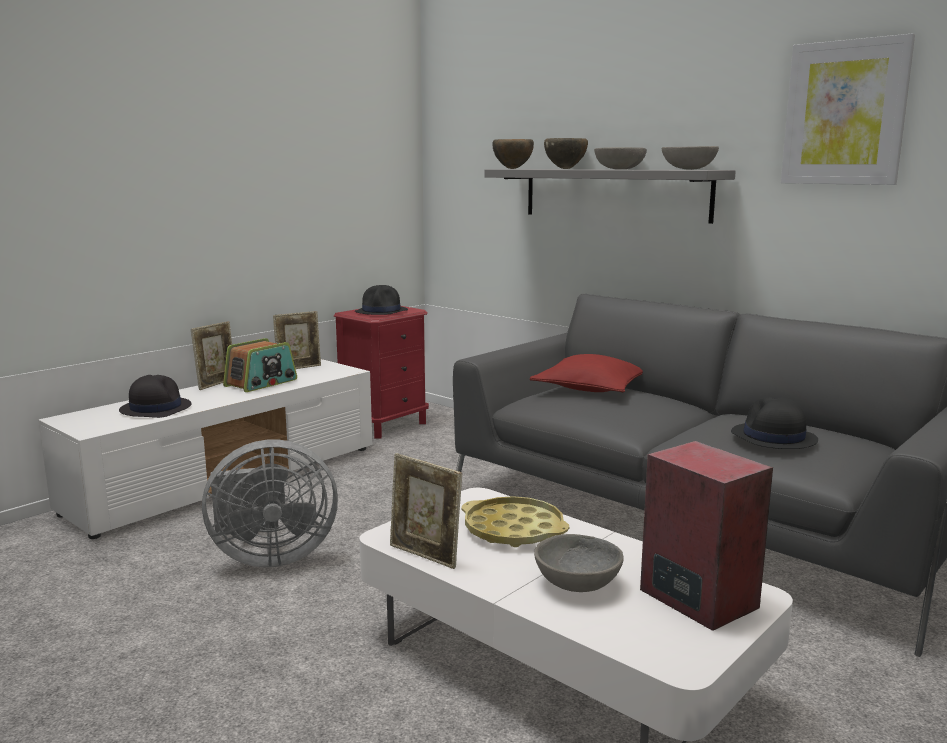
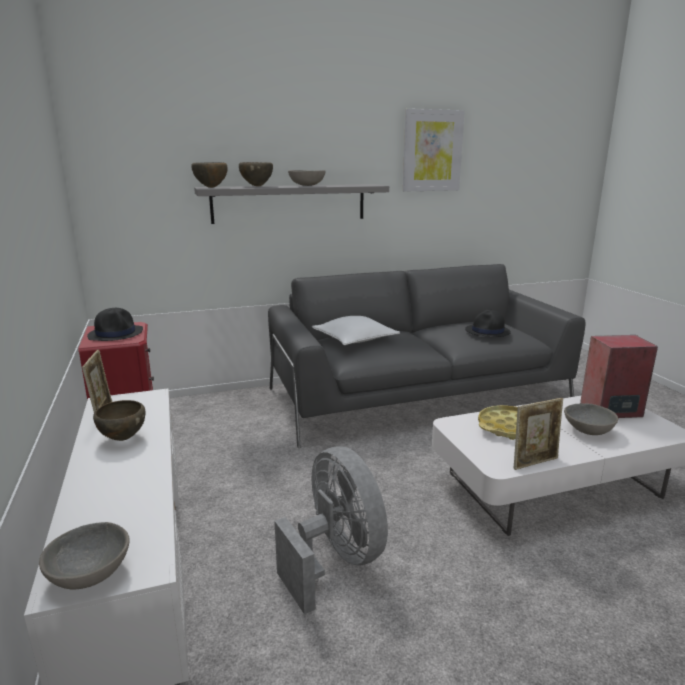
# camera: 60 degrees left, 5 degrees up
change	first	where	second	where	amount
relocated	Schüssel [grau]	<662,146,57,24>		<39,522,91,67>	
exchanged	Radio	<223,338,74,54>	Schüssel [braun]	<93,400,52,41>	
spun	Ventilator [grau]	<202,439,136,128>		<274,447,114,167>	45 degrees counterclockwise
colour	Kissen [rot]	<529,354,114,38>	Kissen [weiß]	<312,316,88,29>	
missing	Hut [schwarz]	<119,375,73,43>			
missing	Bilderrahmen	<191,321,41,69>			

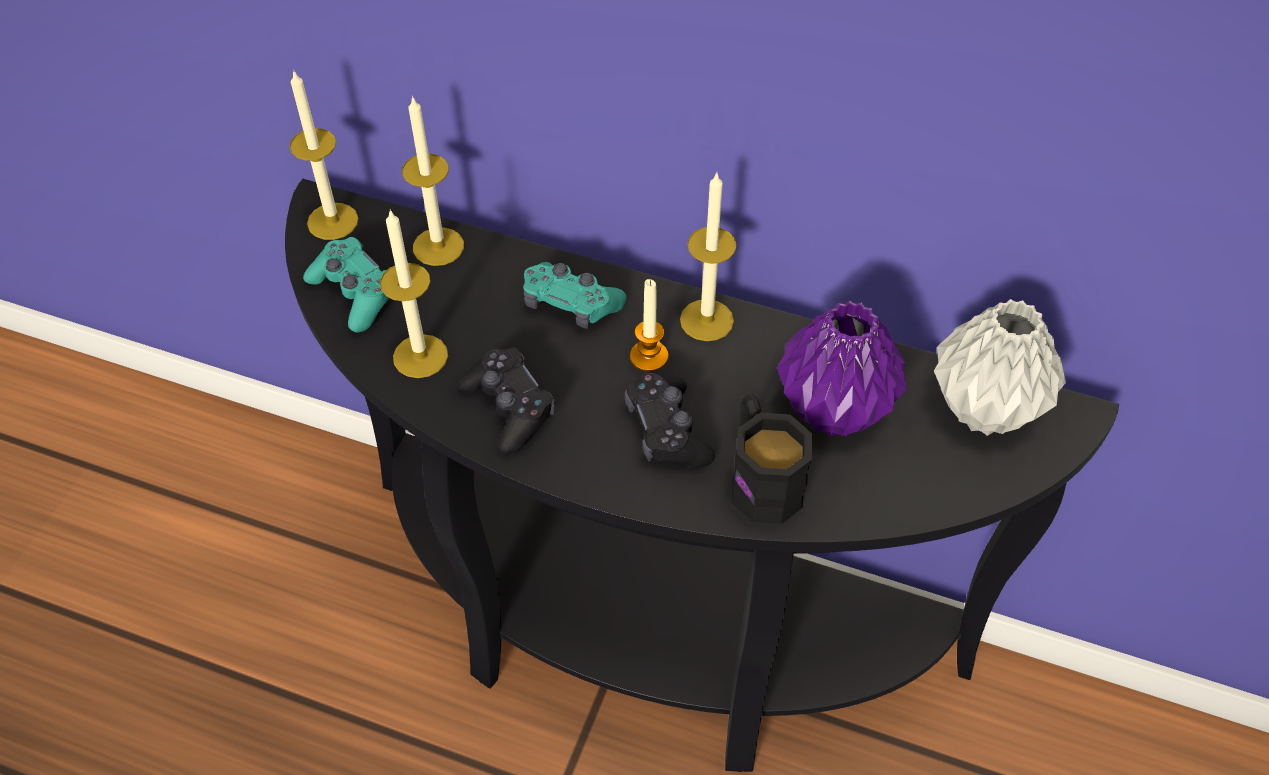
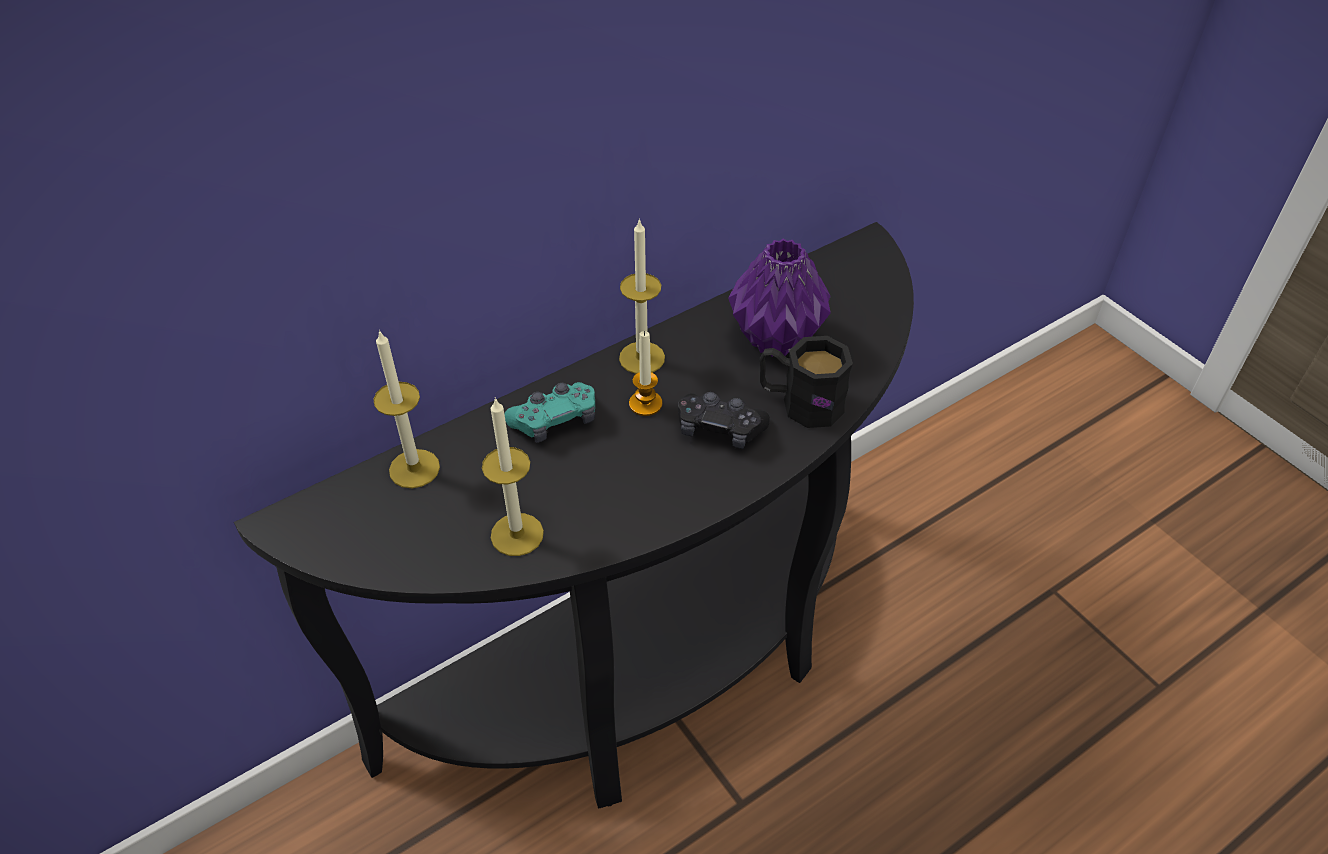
# camera: 55 degrees left, 5 degrees down
change	first	where	second	where	amount
missing	Kerze	<289,70,70,170>			
missing	Gamepad [türkis]	<303,237,86,96>			
missing	Gamepad [schwarz]	<458,347,97,107>			
missing	Vase [grau]	<934,299,132,137>			

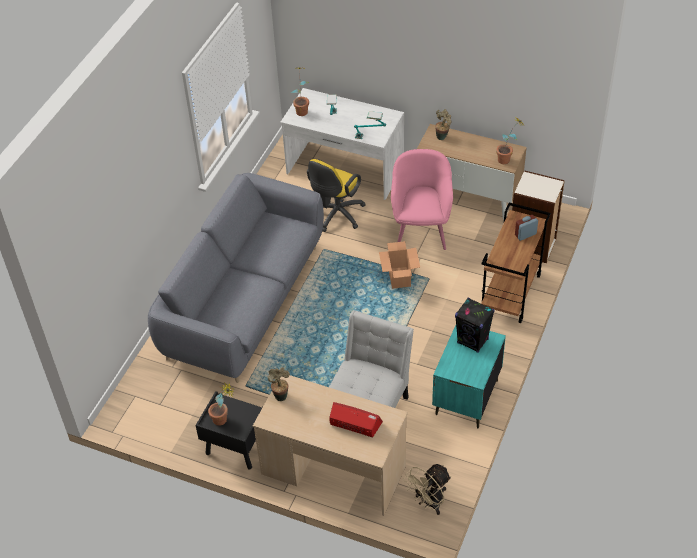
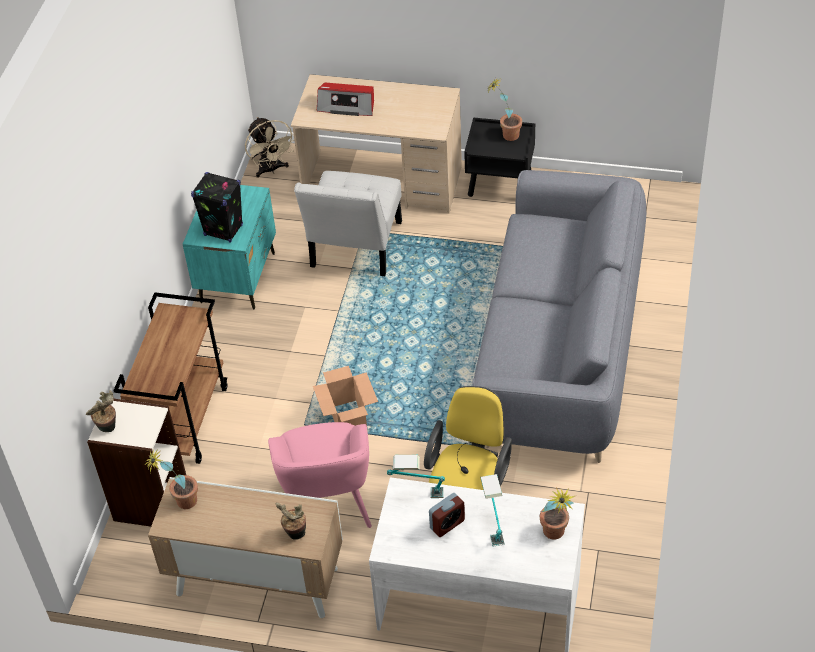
# camera: 170 degrees right, 0 degrees up
change	first	where	second	where	amount
relocated	Topfpflanze	<267,367,23,34>		<86,390,30,42>	
spun	Ventilator [beige]	<403,464,48,51>		<245,117,49,61>	120 degrees clockwise
relocated	Wecker	<515,215,23,26>		<429,493,36,44>	

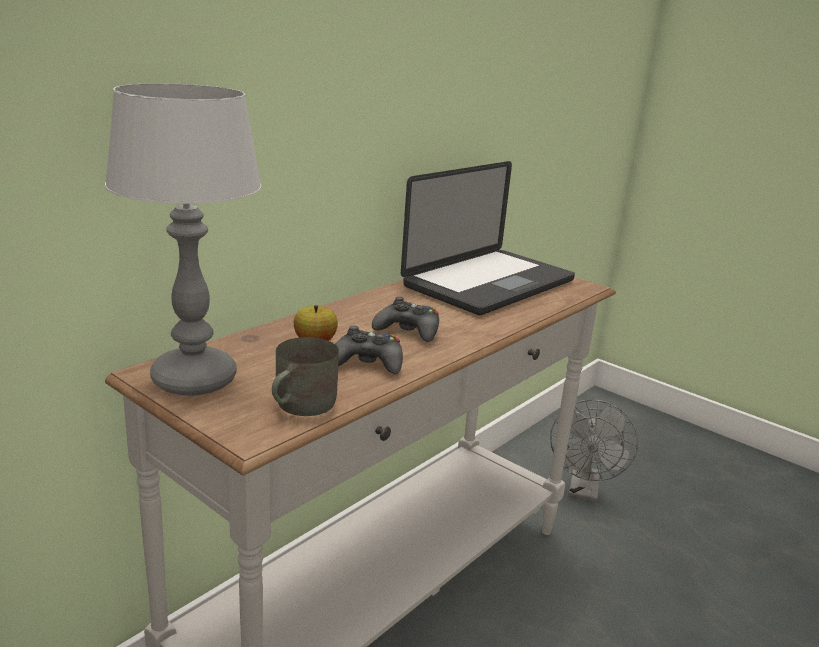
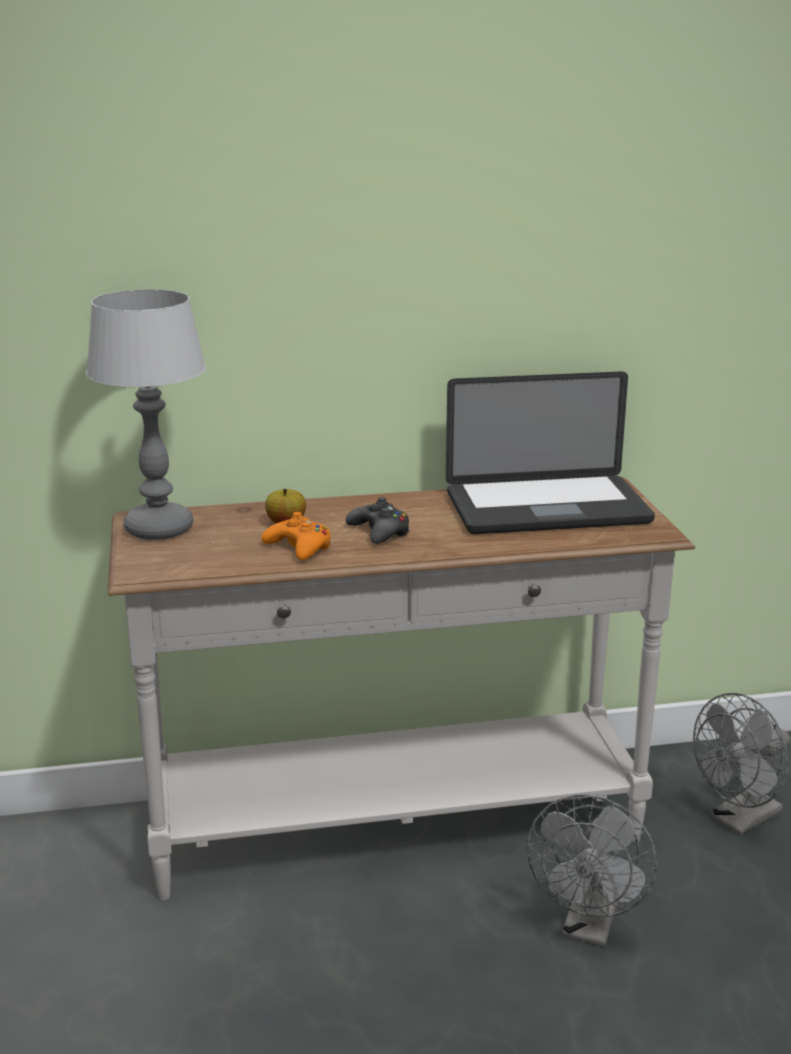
# camera: 40 degrees right, 0 degrees up
change	first	where	second	where	amount
colour	Gamepad [schwarz]	<335,326,68,48>	Gamepad [orange]	<262,512,69,48>	
appeared			Ventilator [grau]	<527,795,130,152>	
missing	Henkelbecher [grau]	<272,337,67,79>			

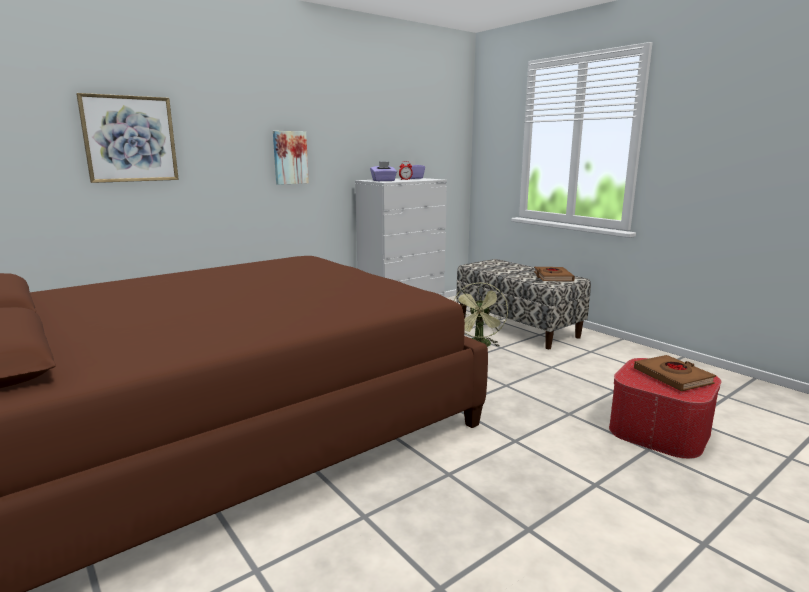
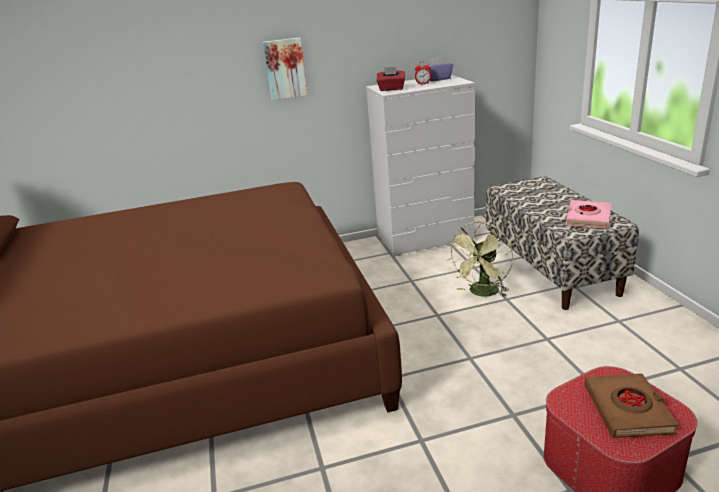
# camera: 25 degrees right, 10 degrees up
change	first	where	second	where	amount
colour	Taschentuchbox [lila]	<370,162,27,19>	Taschentuchbox [rot]	<377,67,28,24>	
colour	Buch [braun]	<534,267,41,14>	Buch [rosa]	<566,200,46,29>	
missing	Bild	<76,93,103,90>			

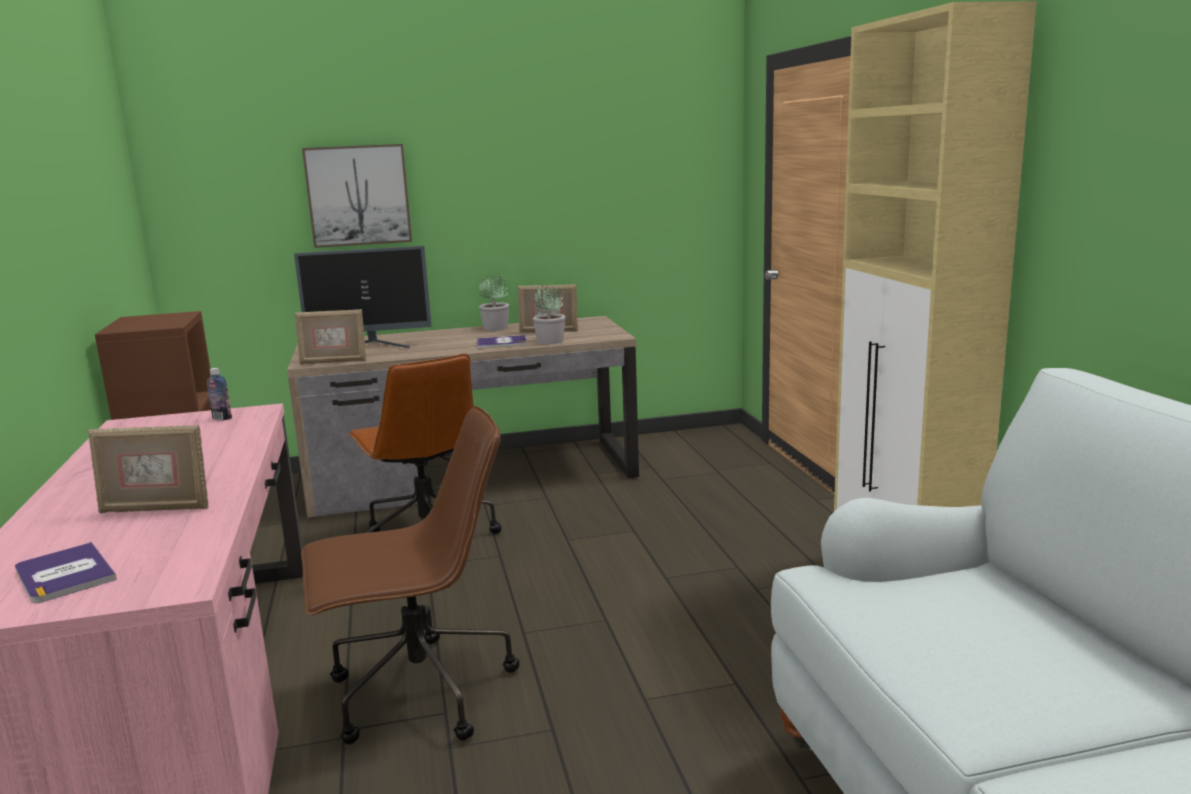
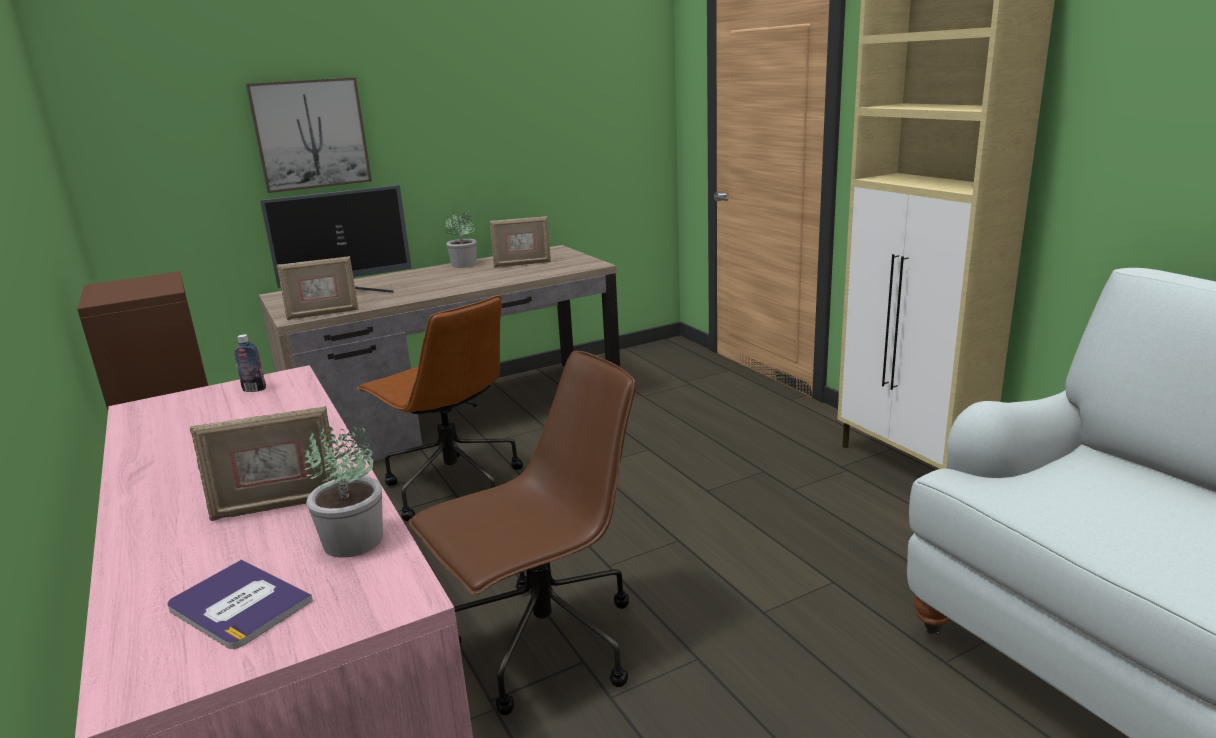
# camera: 15 degrees left, 5 degrees up
change	first	where	second	where	amount
relocated	Topfpflanze	<533,285,32,59>		<304,425,79,133>	
missing	Buch	<477,335,50,14>			

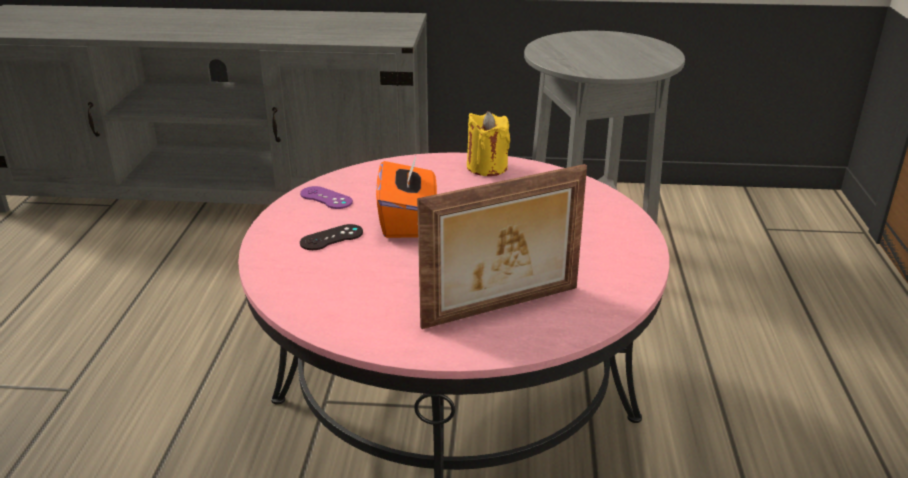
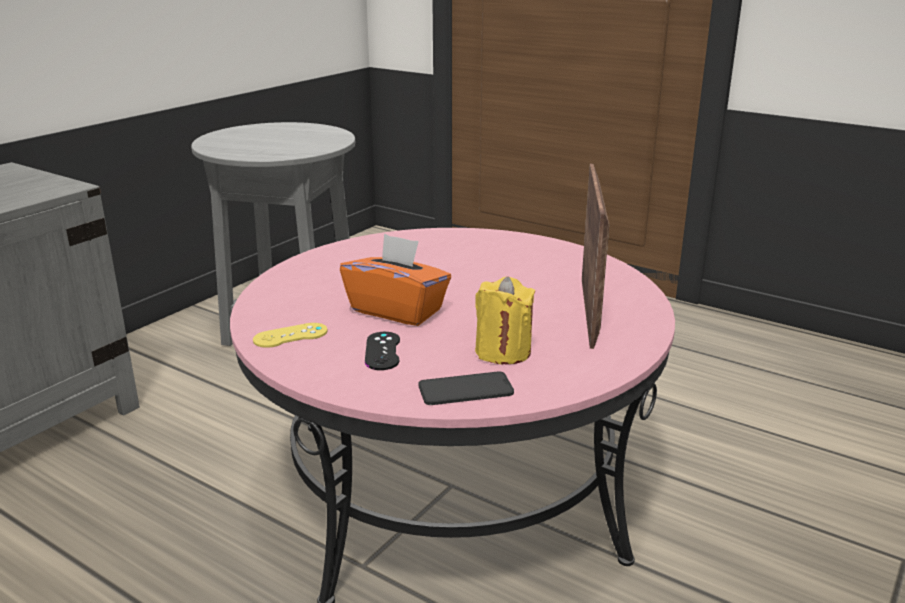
# camera: 60 degrees left, 5 degrees down
change	first	where	second	where	amount
colour	Gamepad [lila]	<300,186,53,23>	Gamepad [gelb]	<253,323,74,25>	
appeared			Handy	<418,371,96,34>	
relocated	Kerze [gelb]	<467,111,43,65>		<475,276,60,88>	

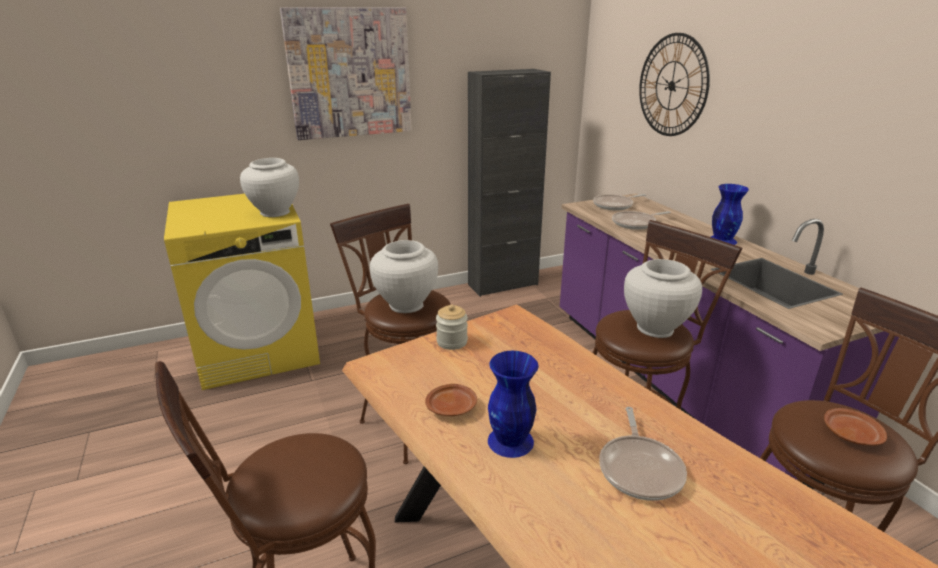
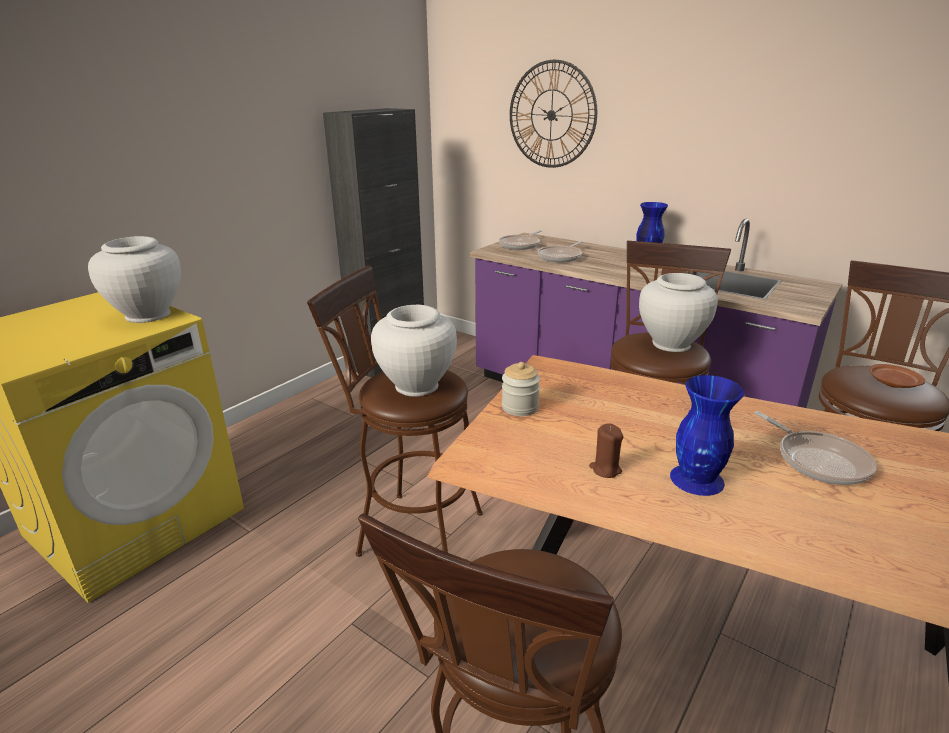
# camera: 30 degrees left, 0 degrees up
change	first	where	second	where	amount
exchanged	Teller [braun]	<425,384,52,32>	Kerze [braun]	<589,423,34,55>	
missing	Bild	<280,7,132,133>			

